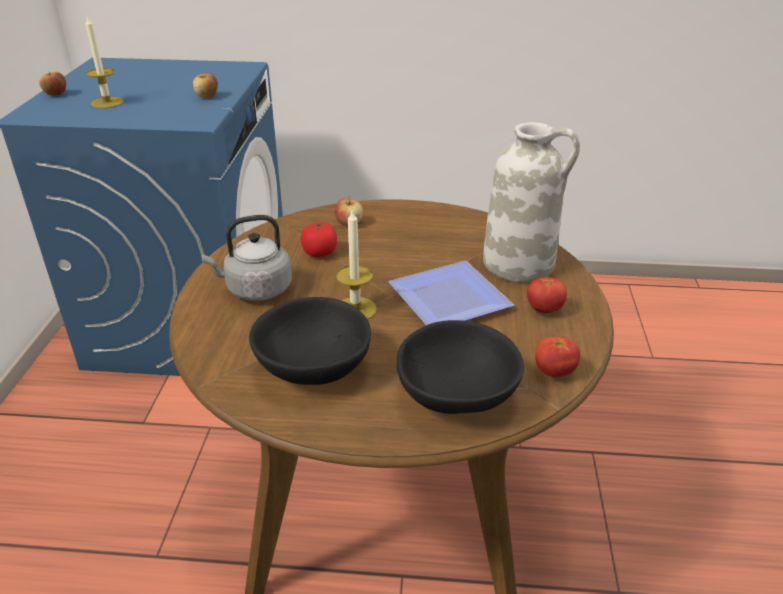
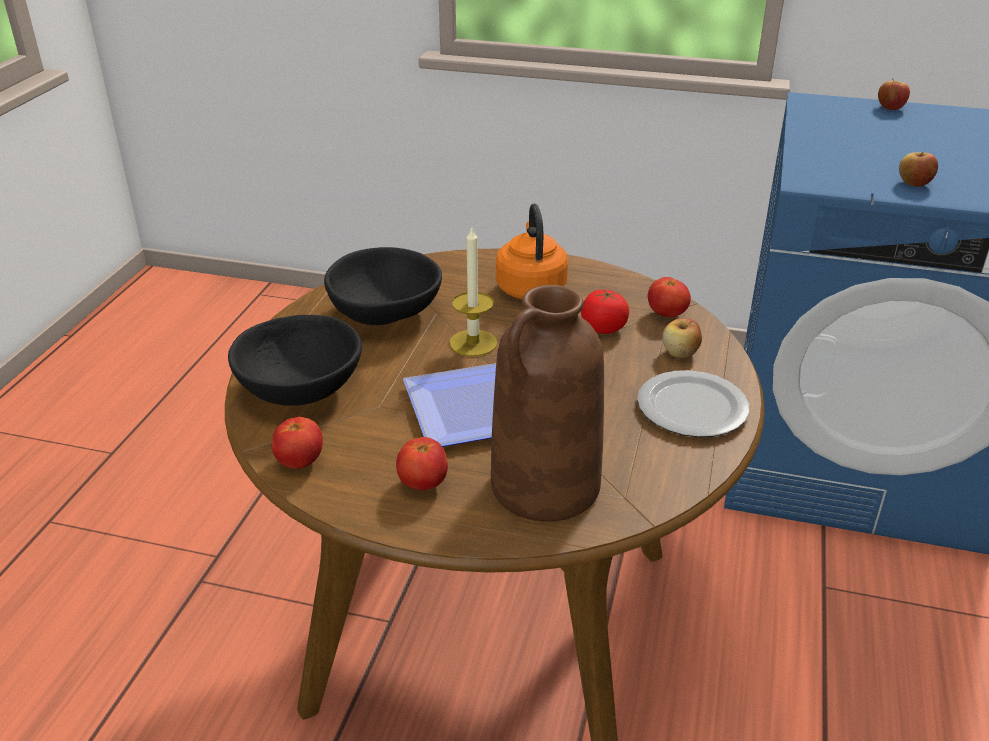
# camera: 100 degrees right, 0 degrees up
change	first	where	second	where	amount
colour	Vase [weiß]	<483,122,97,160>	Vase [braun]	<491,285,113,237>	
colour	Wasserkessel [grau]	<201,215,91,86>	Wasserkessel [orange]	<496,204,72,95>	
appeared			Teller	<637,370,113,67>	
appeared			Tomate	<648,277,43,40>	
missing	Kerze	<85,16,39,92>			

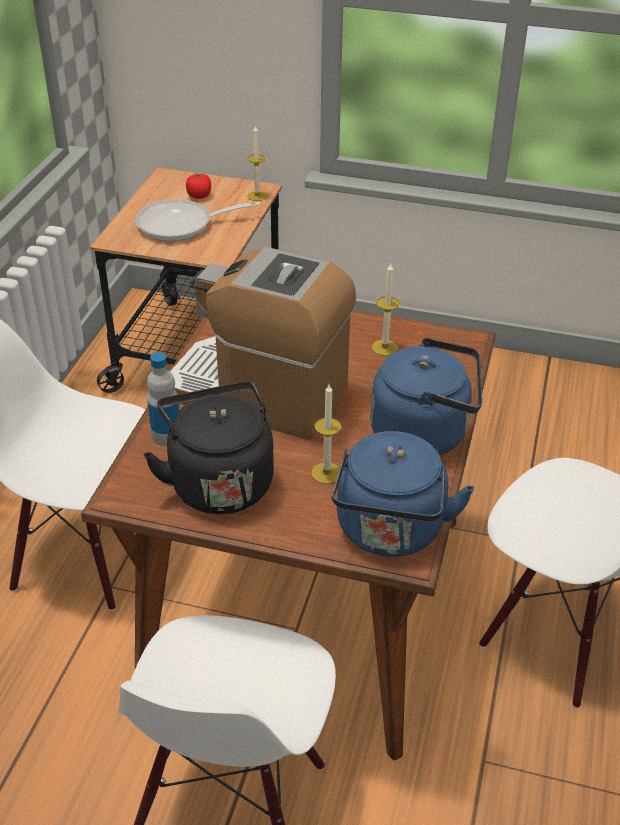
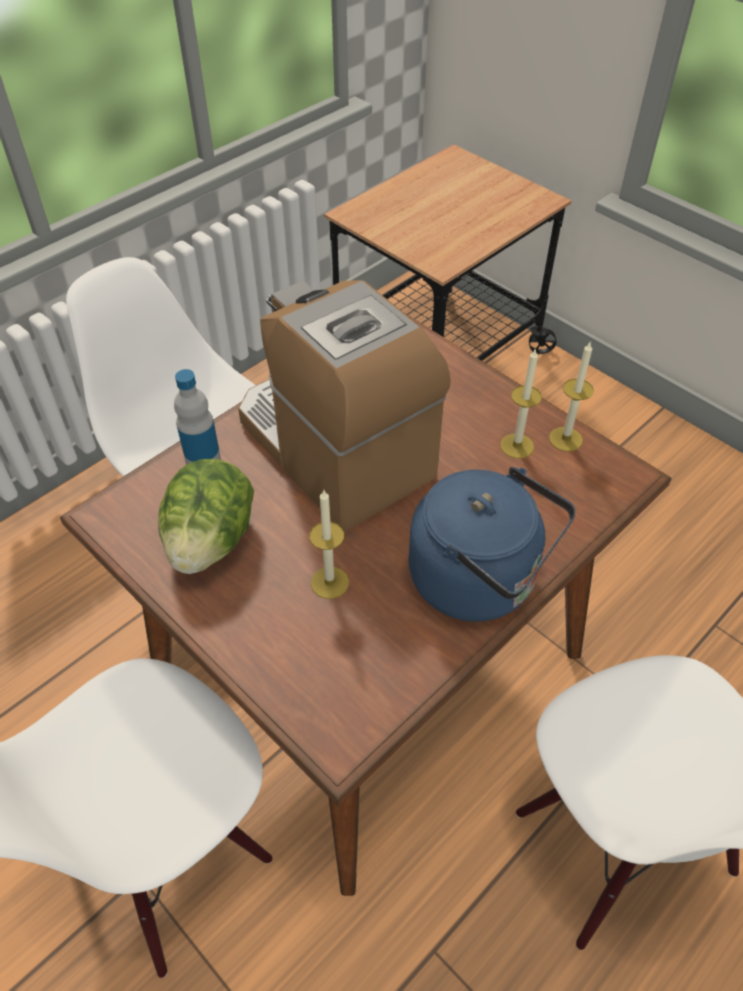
# camera: 30 degrees right, 10 degrees up
change	first	where	second	where	amount
exchanged	Wasserkessel [schwarz]	<143,382,131,132>	Salatkopf	<159,459,95,115>	
relocated	Kerze	<247,125,20,76>		<549,342,45,110>	
missing	Pfanne	<135,199,126,42>			
missing	Tomate	<186,174,25,25>			
missing	Wasserkessel [blau]	<332,431,142,126>			

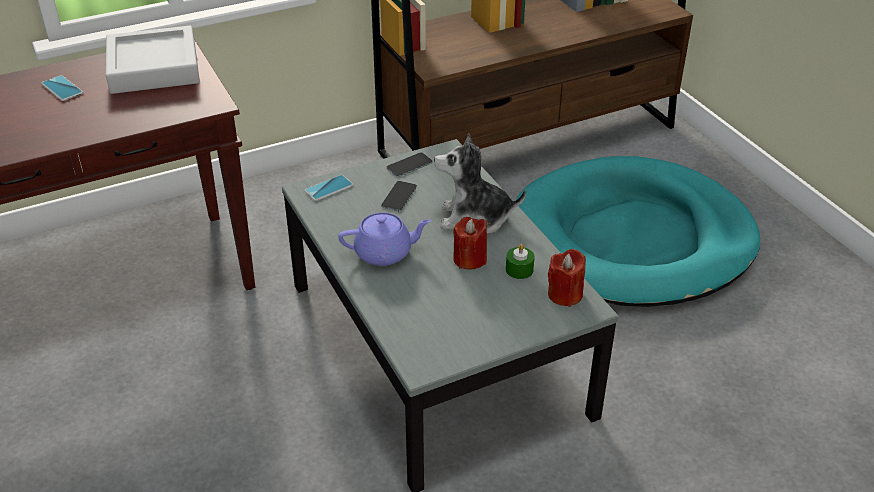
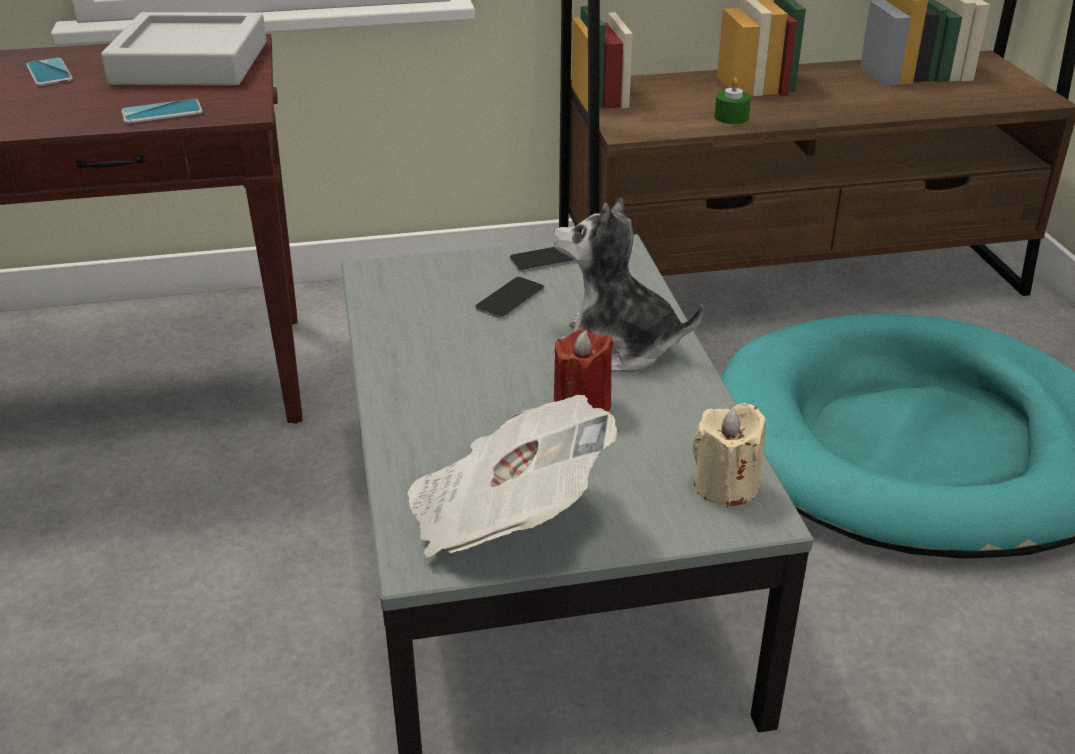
# camera: 15 degrees right, 5 degrees down
change	first	where	second	where	amount
relocated	Handy	<305,175,48,26>		<122,99,80,25>	
appeared			Zeitung	<407,395,210,162>	
colour	Kerze [rot]	<548,249,38,58>	Kerze [beige]	<693,403,73,105>	
relocated	Kerze [grün]	<506,244,29,35>		<714,78,37,46>	
missing	Teekanne [lila]	<338,212,93,54>			

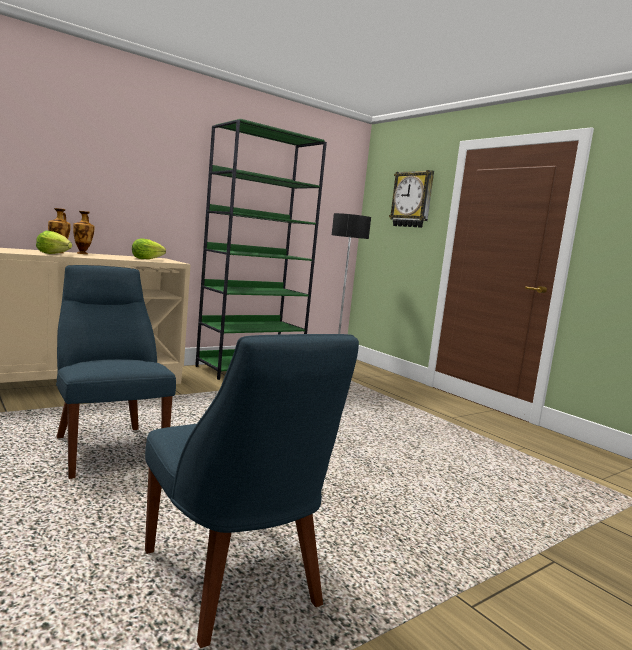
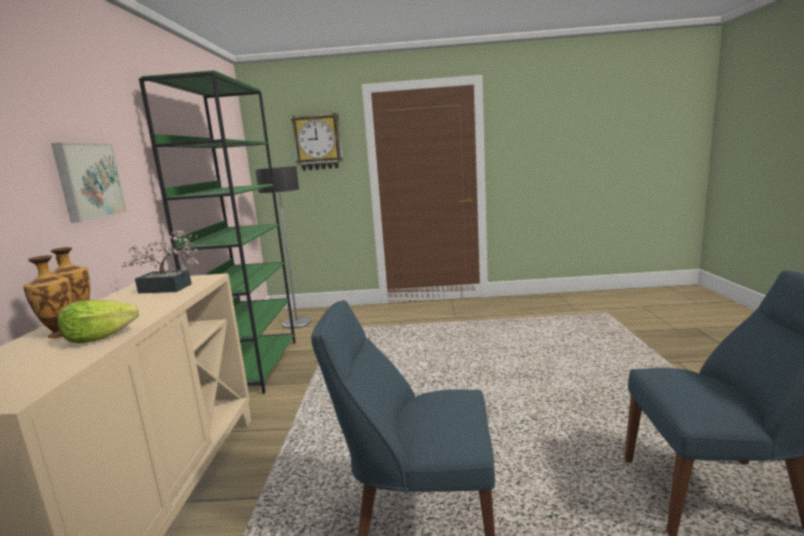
# camera: 50 degrees left, 5 degrees up
change	first	where	second	where	amount
appeared			Bild	<51,143,76,80>	
exchanged	Salatkopf	<132,239,34,20>	Topfpflanze	<122,231,76,63>	

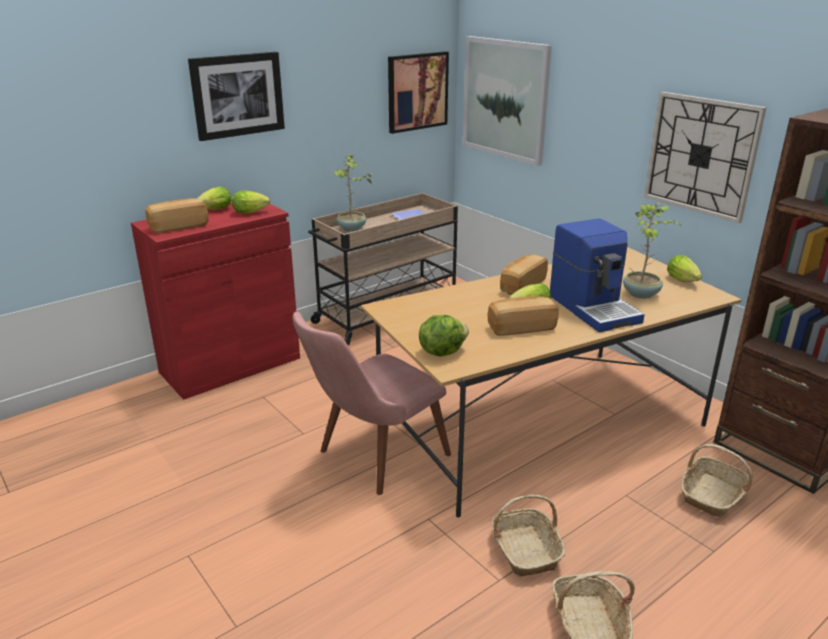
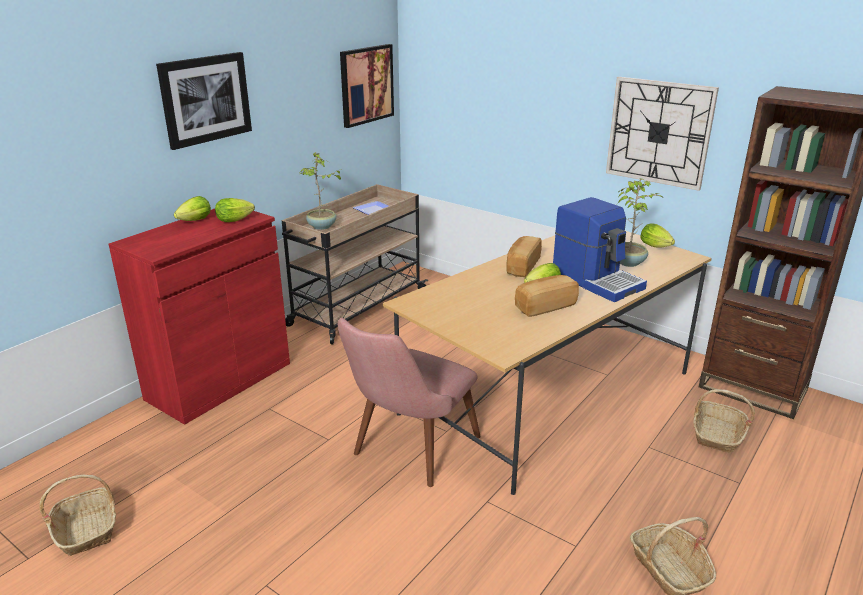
# camera: 15 degrees left, 0 degrees up
change	first	where	second	where	amount
relocated	Korb	<491,495,74,82>		<39,475,77,81>	
missing	Brot	<145,198,63,35>			
missing	Salatkopf	<419,315,50,42>			
missing	Bild	<463,36,89,130>			

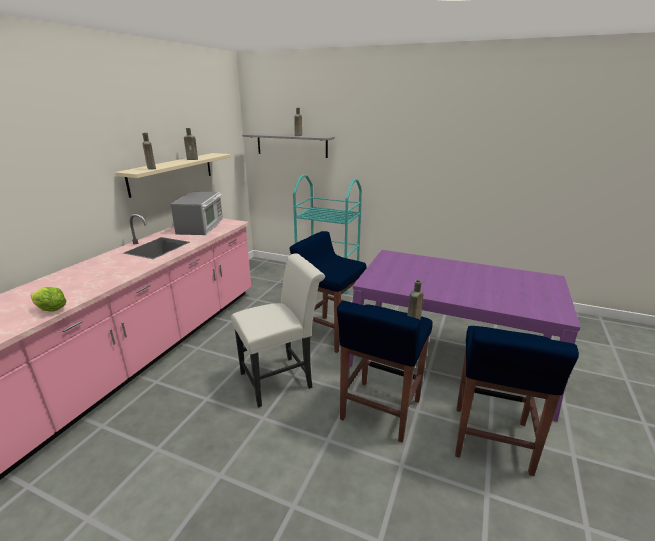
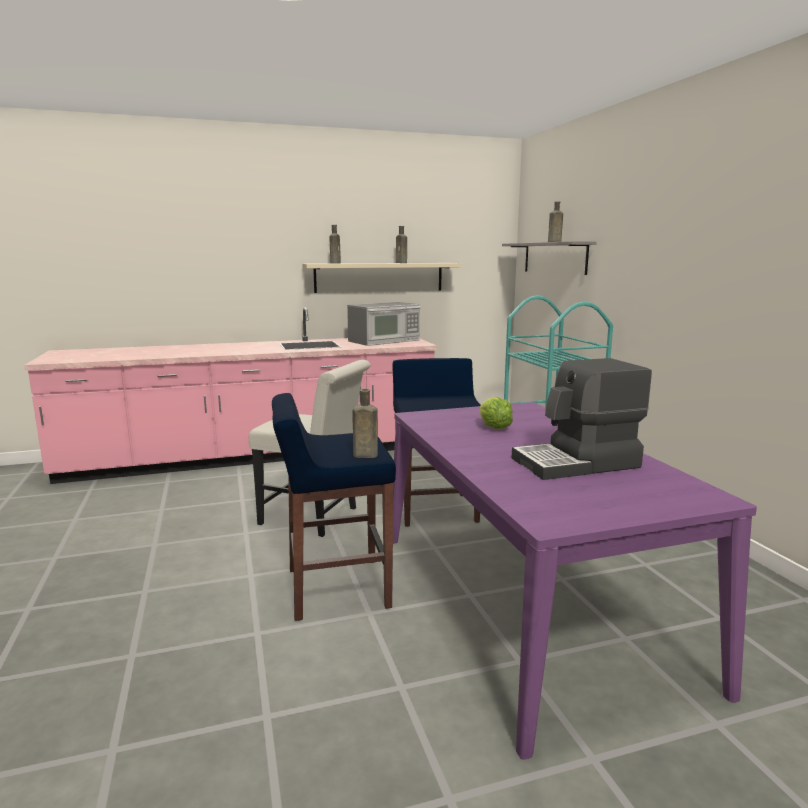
# camera: 50 degrees right, 10 degrees down
change	first	where	second	where	amount
relocated	Salatkopf	<31,287,35,24>		<479,397,34,32>	
appeared			Kaffeemaschine	<512,358,140,122>	
missing	Hocker [blau]	<455,326,124,150>			

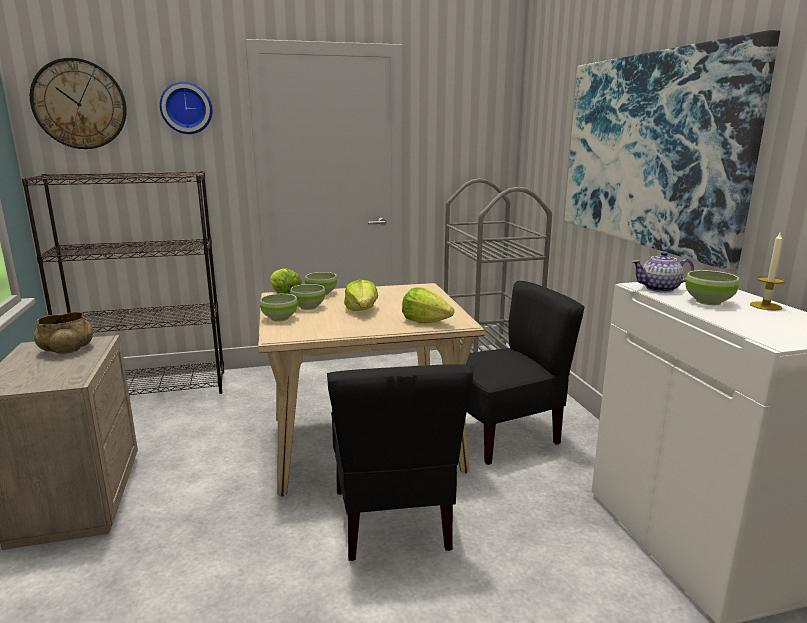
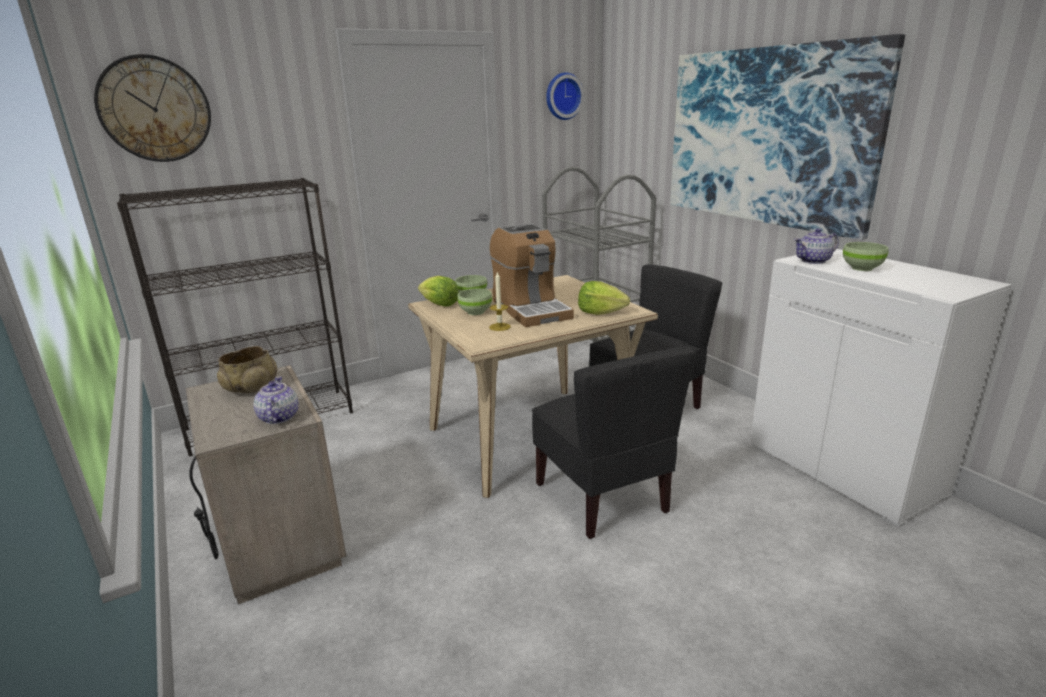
# camera: 15 degrees left, 5 degrees up
change	first	where	second	where	amount
appeared			Teekanne	<253,377,45,47>	
relocated	Kerze	<750,231,35,79>		<489,272,22,59>	
exchanged	Salatkopf	<344,279,34,32>	Kaffeemaschine	<490,224,84,103>	
relocated	Wanduhr	<160,82,53,52>		<546,72,38,48>	
missing	Schüssel [grün]	<260,294,38,28>			

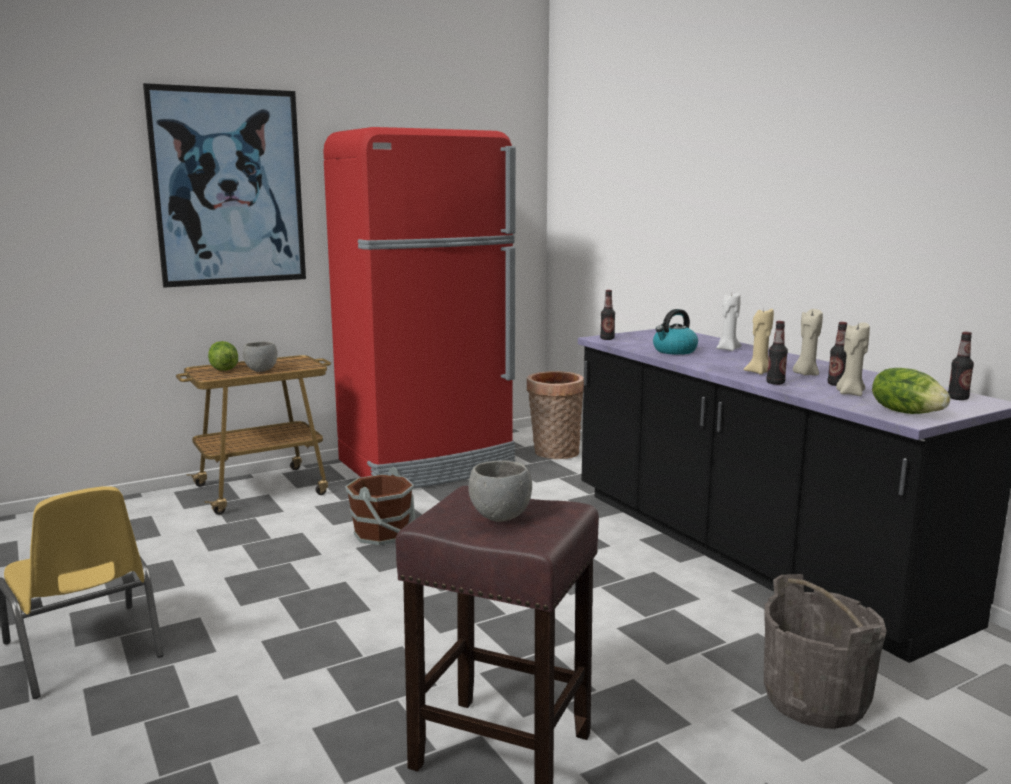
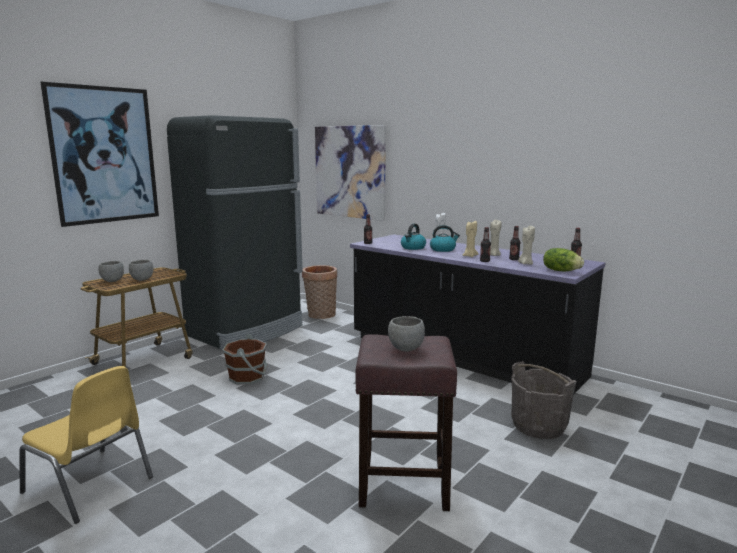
# camera: 20 degrees left, 0 degrees up
change	first	where	second	where	amount
exchanged	Salatkopf	<208,341,30,30>	Schüssel [grau]	<98,261,26,21>	
colour	Kühlschrank [rot]	<324,127,192,361>	Kühlschrank [schwarz]	<167,115,136,235>	
appeared			Bild	<315,125,71,96>	
appeared			Wasserkessel	<430,225,30,27>	

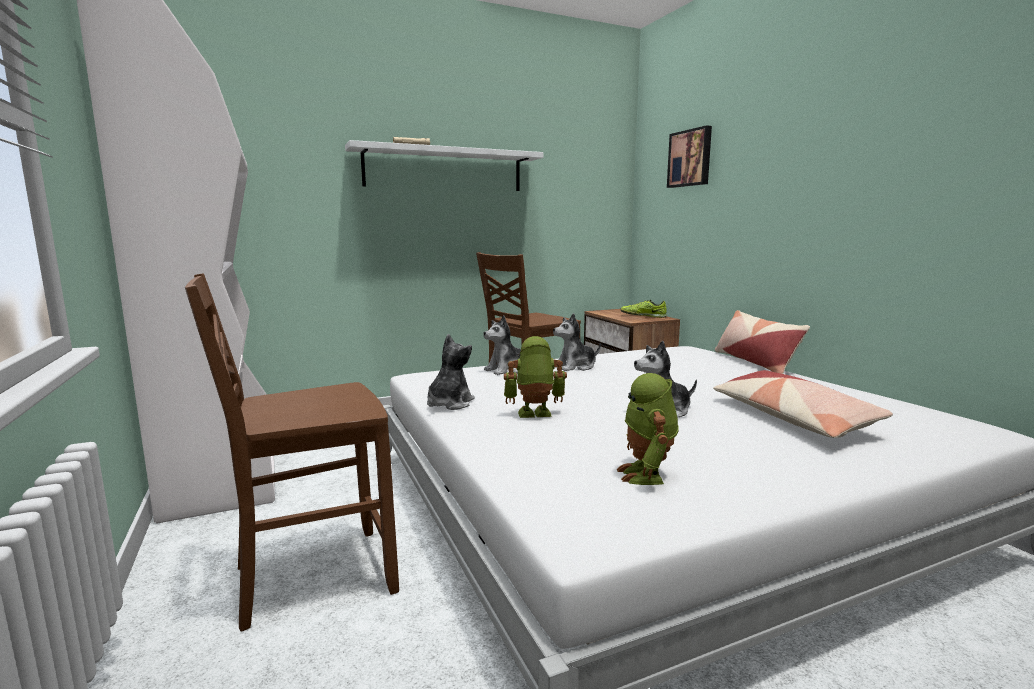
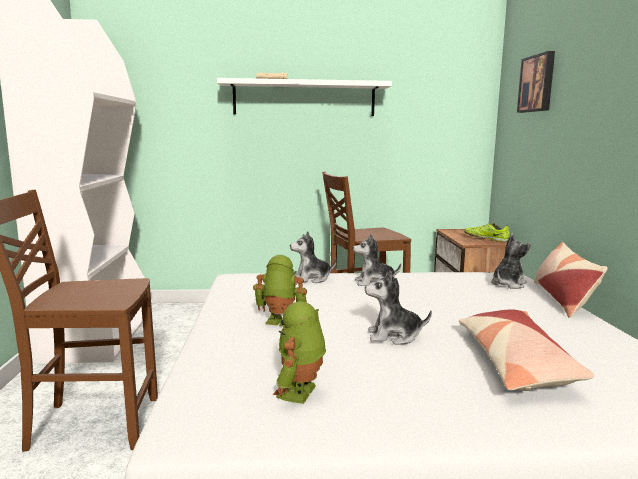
# camera: 20 degrees right, 0 degrees up
change	first	where	second	where	amount
relocated	Plüschtier	<427,334,48,76>		<491,234,40,55>	

